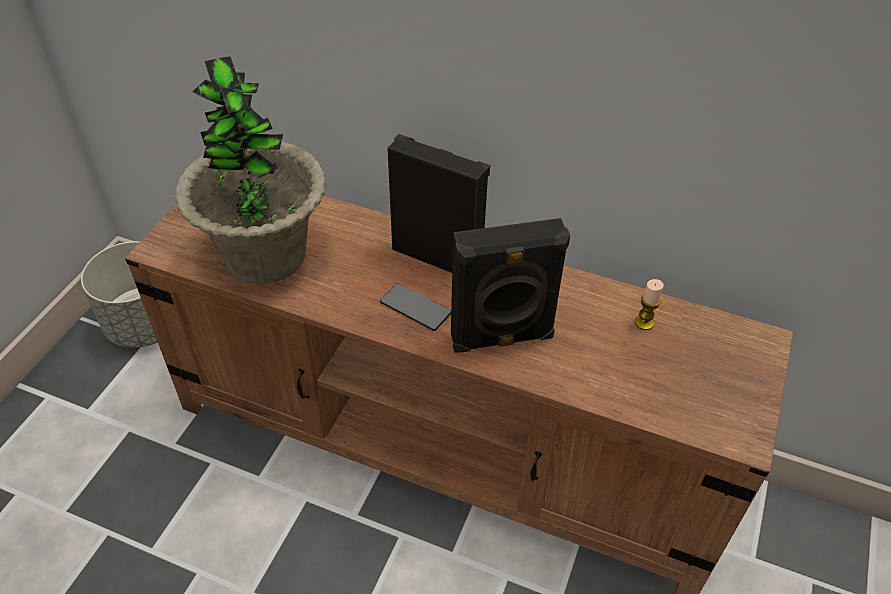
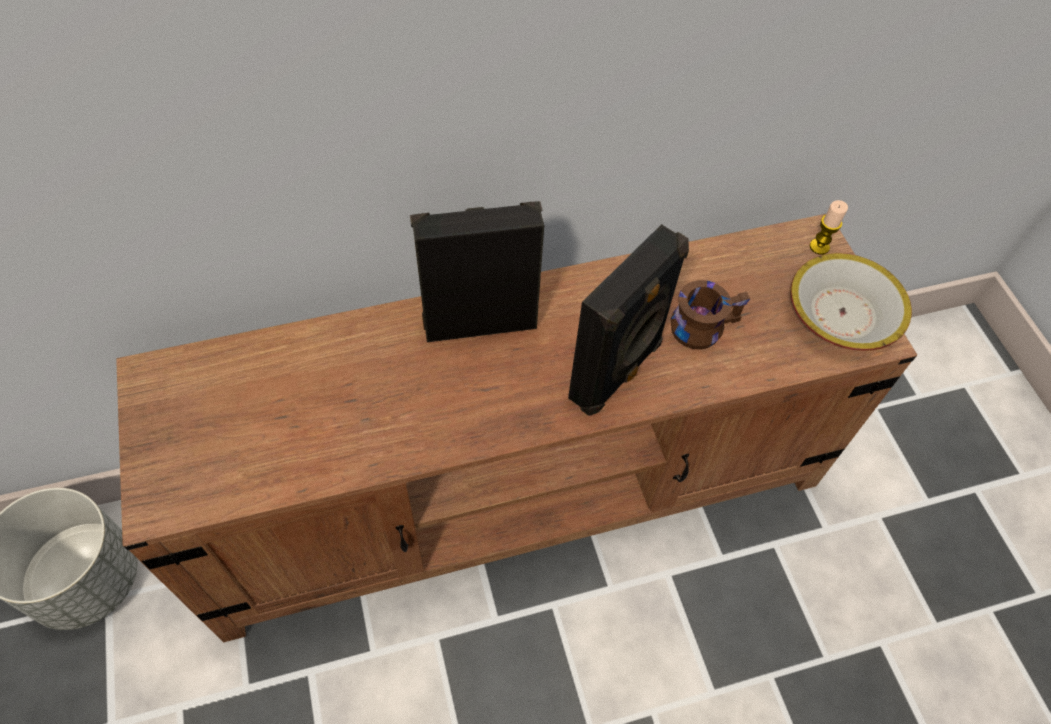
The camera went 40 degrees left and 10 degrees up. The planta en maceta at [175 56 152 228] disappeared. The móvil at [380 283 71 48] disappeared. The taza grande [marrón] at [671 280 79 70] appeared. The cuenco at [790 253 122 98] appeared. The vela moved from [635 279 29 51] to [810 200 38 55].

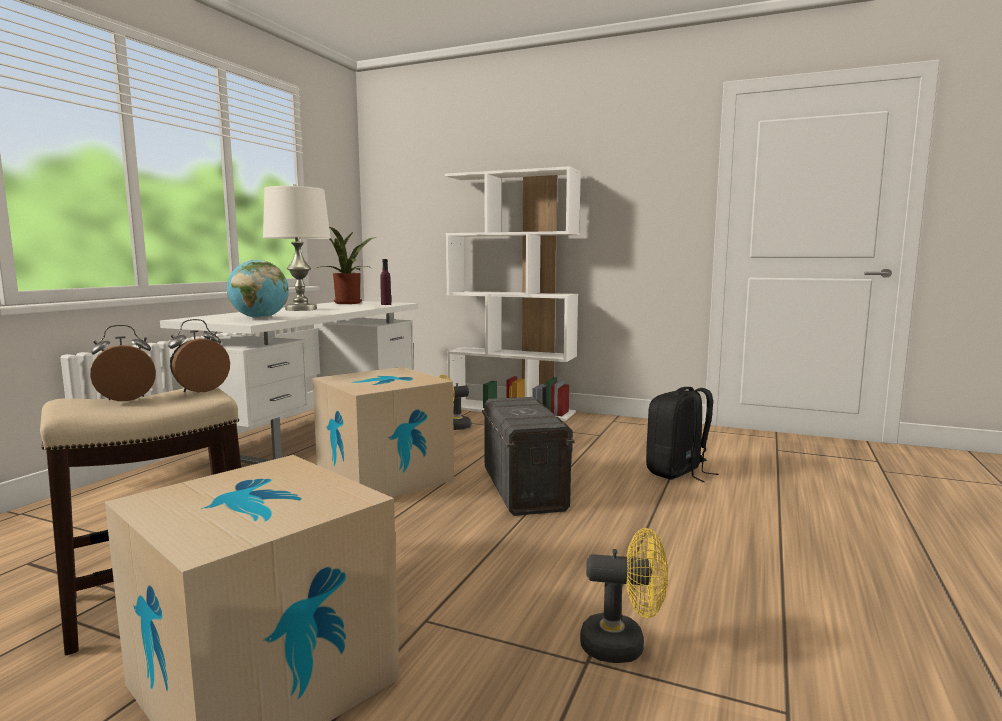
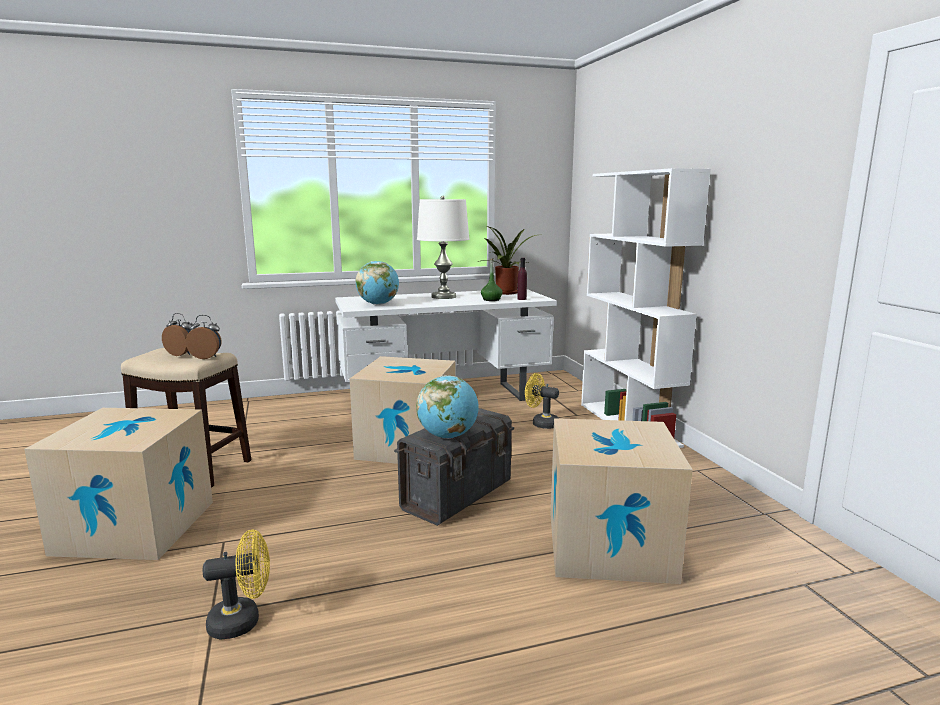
The camera went 50 degrees right and 5 degrees up. The globo terráqueo at [416 375 63 64] appeared. The botella [verde] at [481 259 21 42] appeared. The mochila [negro] at [646 387 72 95] was replaced by the caja de cartón at [550 418 143 166]. The ventilador [amarillo] at [580 528 88 135] turned 75 degrees counterclockwise.

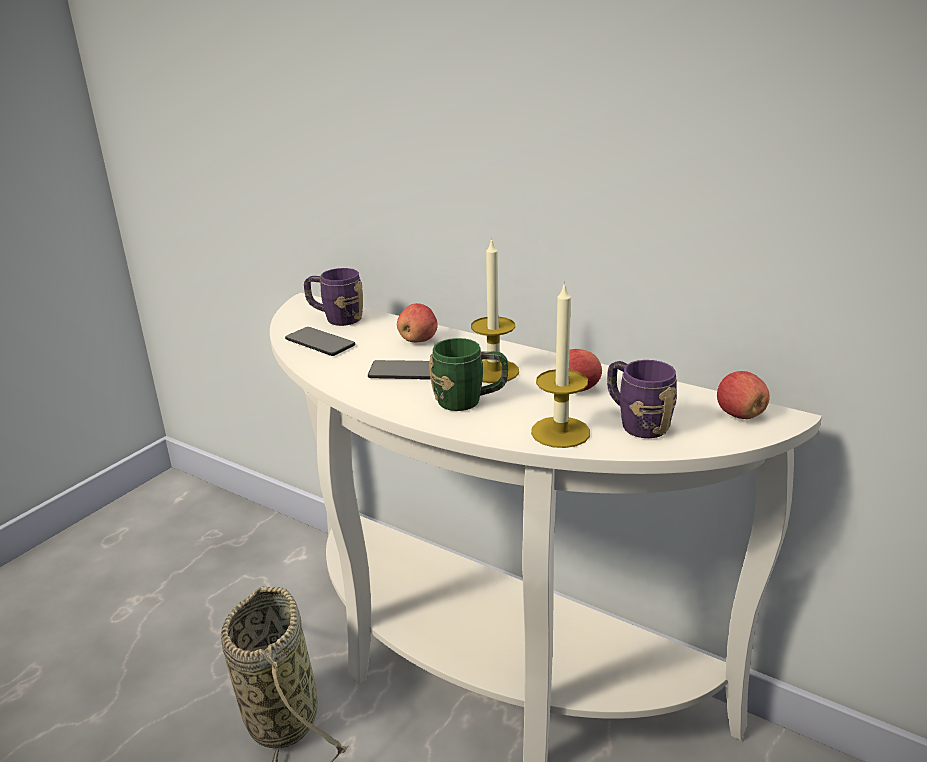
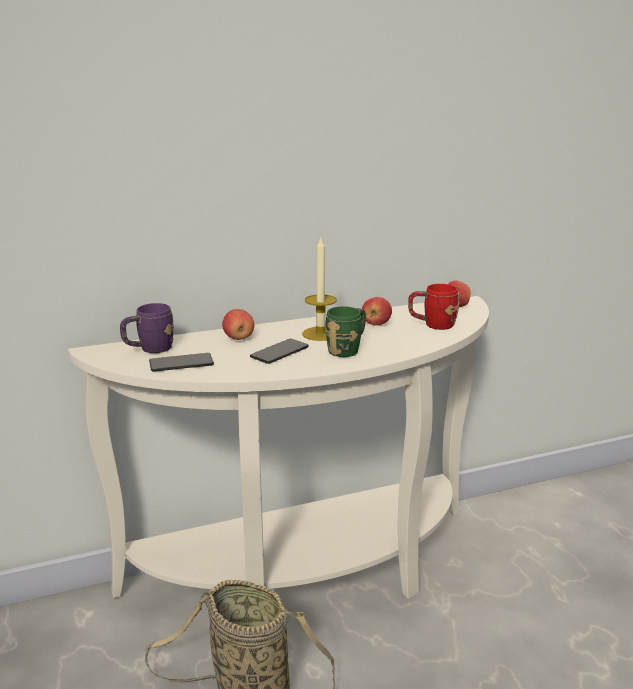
The camera went 55 degrees left and 5 degrees down. The vela at [531 281 59 167] disappeared. The taza grande [morado] at [607 360 70 78] became the taza grande [rojo] at [408 284 52 46].

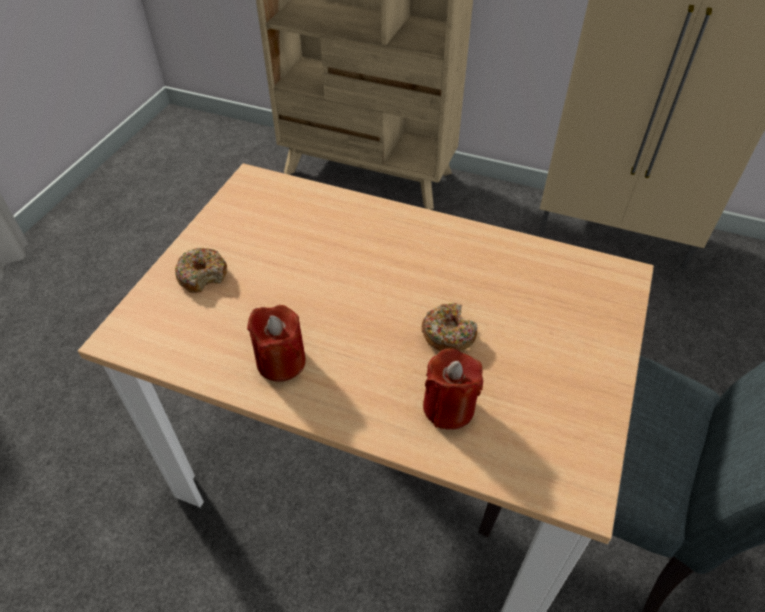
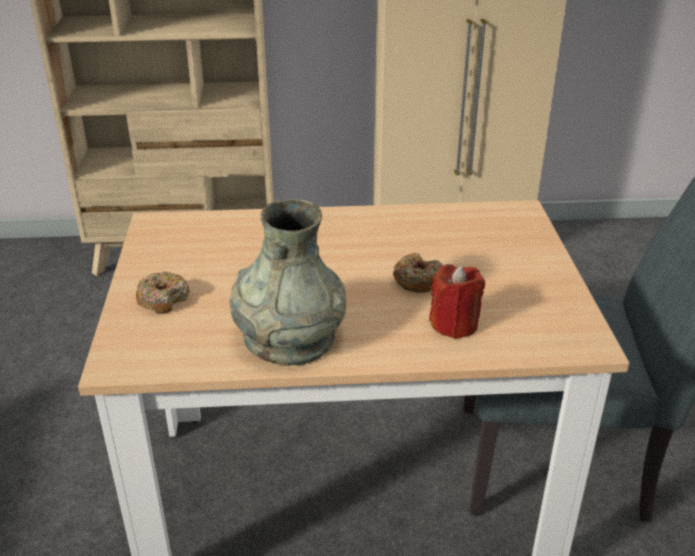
The camera went 25 degrees left and 15 degrees down. The vela [rojo] at [247 305 59 77] was replaced by the florero [gris] at [230 199 116 166].

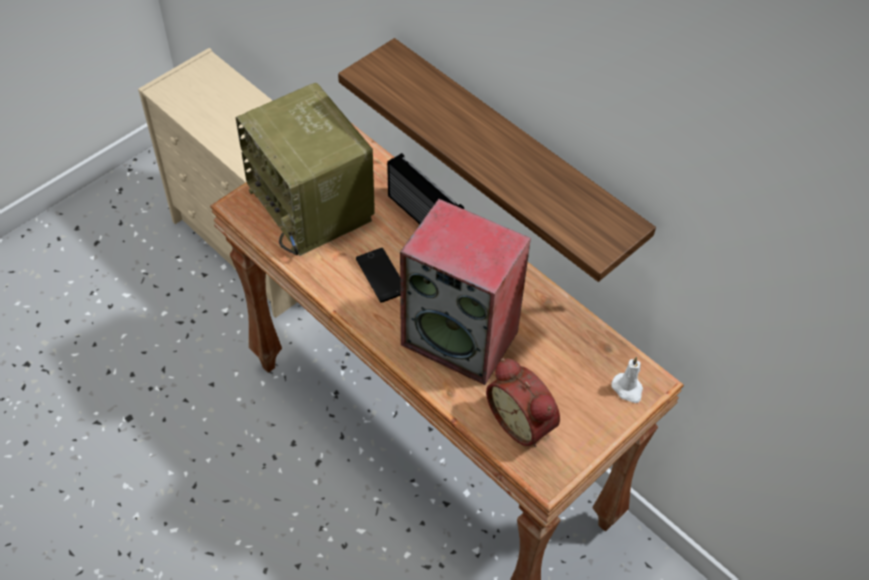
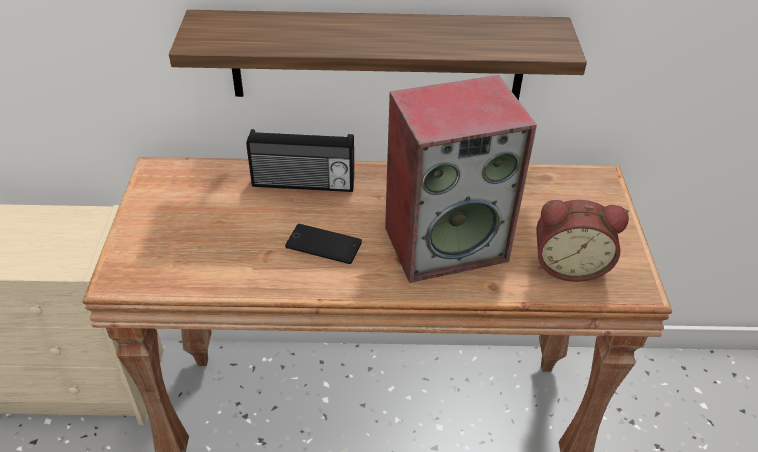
The camera went 45 degrees left and 10 degrees down. The radio at [235 83 140 173] disappeared. The vela [blanco] at [611 357 32 46] disappeared.

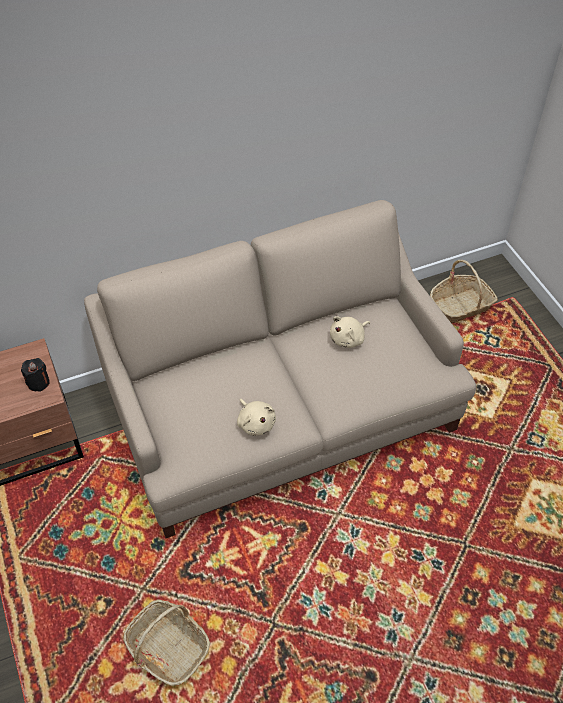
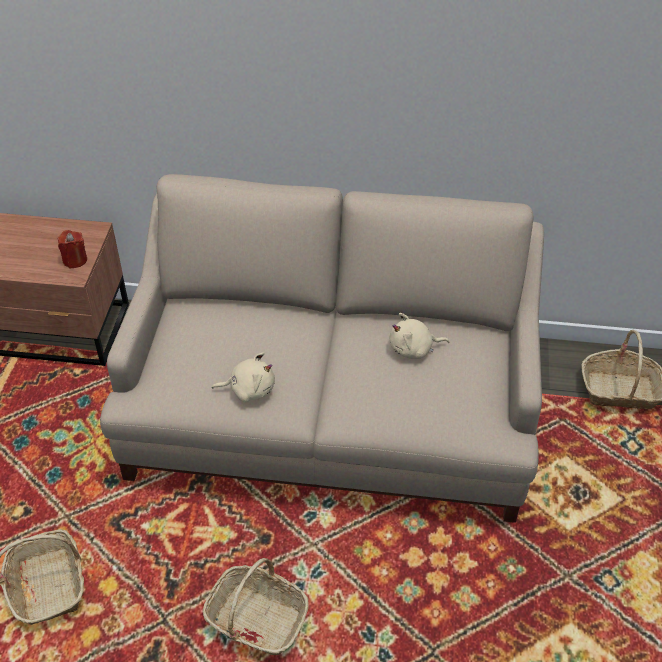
The camera went 30 degrees right and 5 degrees down. The cesta at [203 558 105 97] appeared. The vela [negro] at [21 358 29 34] became the vela [rojo] at [58 230 29 38]. The peluche [beis] at [237 399 39 37] turned 90 degrees counterclockwise.

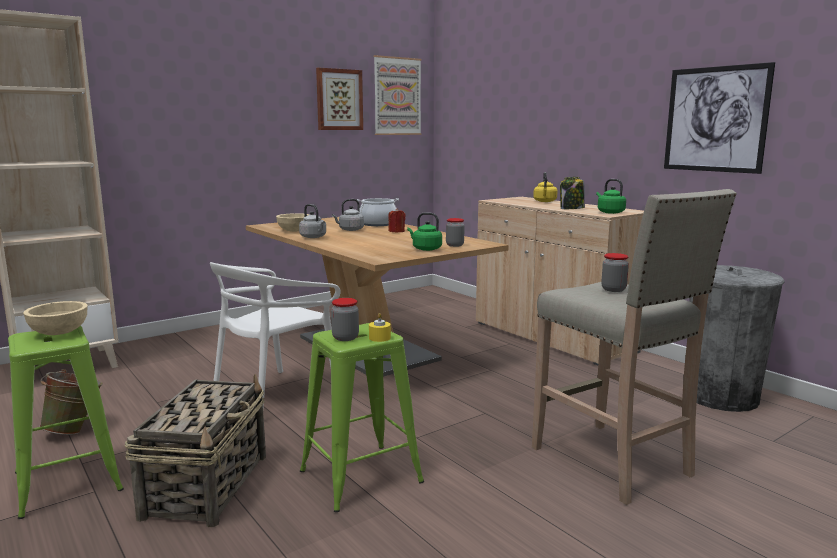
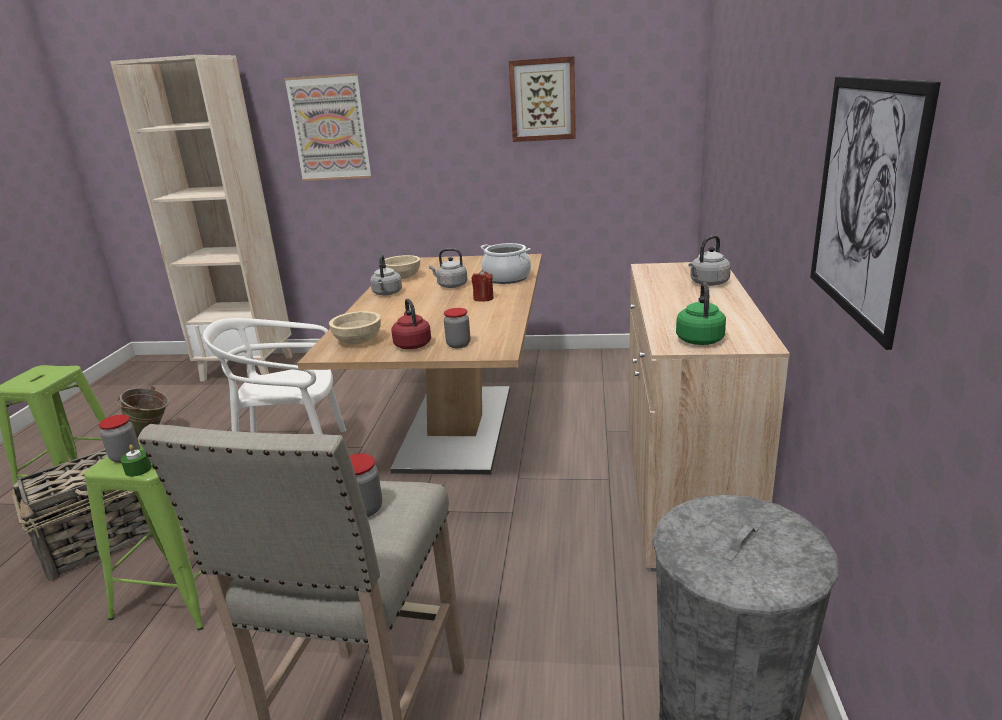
The camera went 45 degrees right and 10 degrees up. The tarro at [560 177 25 32] disappeared. The cuenco [beis] moved from [23 301 64 34] to [329 311 52 33]. The cuadro moved from [374 55 48 80] to [284 73 88 108]. The vela [amarillo] at [369 313 22 29] became the vela [verde] at [121 445 31 32]. The hervidor [verde] at [407 212 35 39] became the hervidor [rojo] at [391 298 40 51]. The hervidor [amarillo] at [533 172 25 30] became the hervidor [gris] at [689 235 42 51].

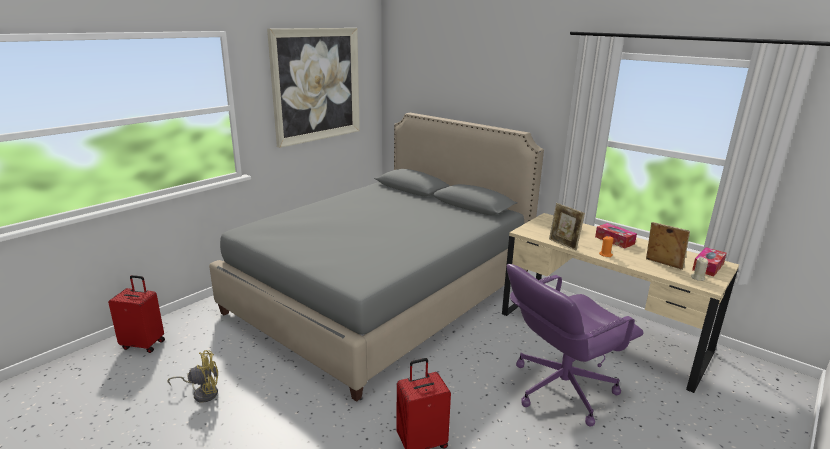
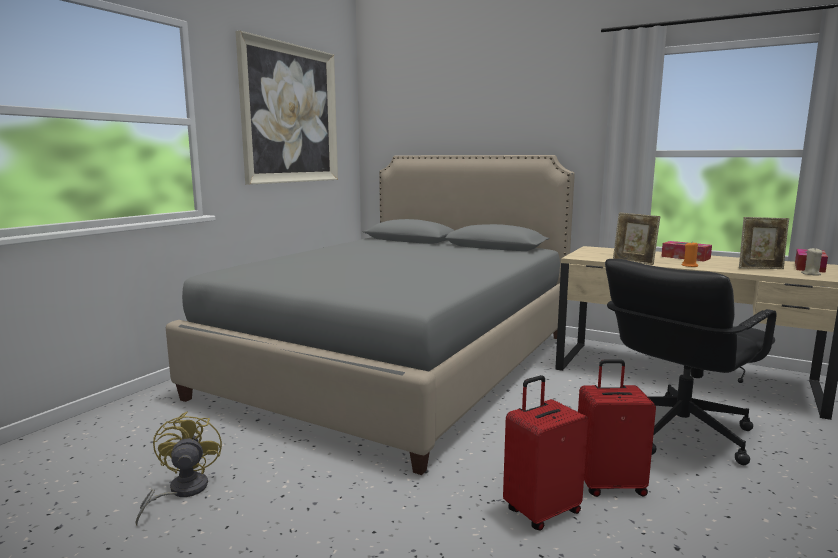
The camera went 10 degrees left and 10 degrees down. The maleta [rojo] moved from [108 275 57 78] to [578 359 78 138]. The silla de oficina [morado] at [507 264 137 163] became the silla de oficina [negro] at [605 259 172 206]. The ventilador [amarillo] at [167 350 51 53] turned 75 degrees counterclockwise. The portarretratos at [646 222 44 48] turned 150 degrees clockwise.

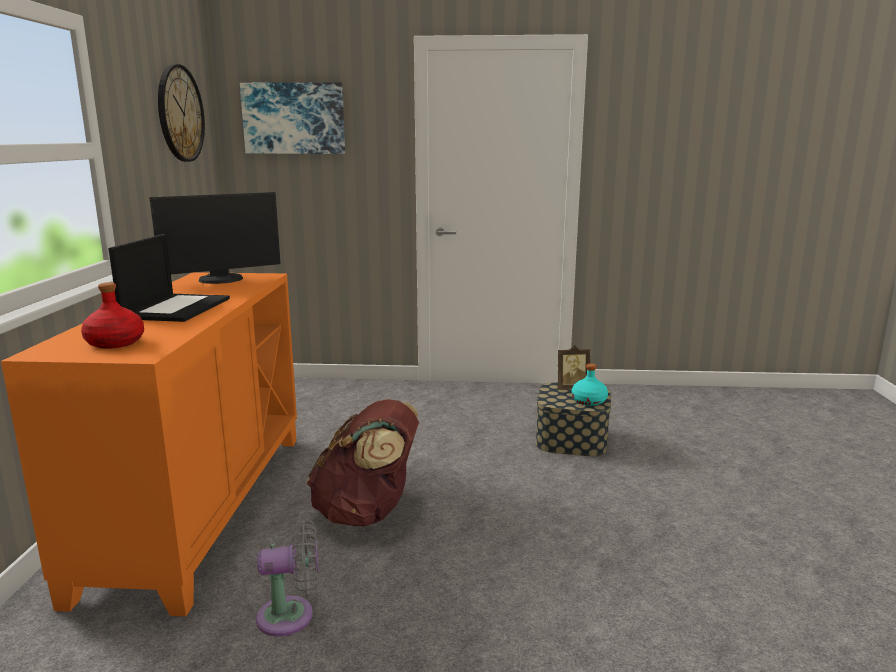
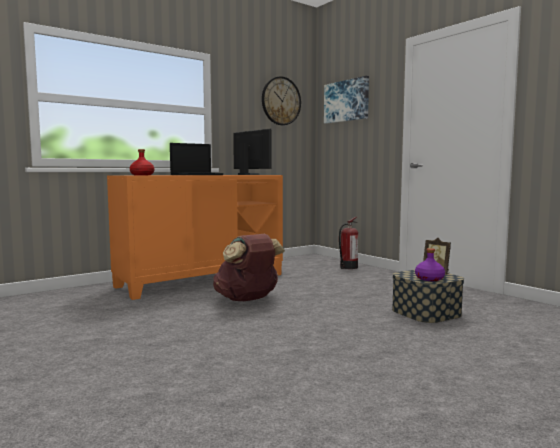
The camera went 50 degrees right and 10 degrees down. The ventilador [gris] at [256 519 62 118] disappeared. The extintor at [339 217 19 52] appeared. The botella [turquesa] at [572 363 36 43] became the botella [morado] at [415 248 30 33]. The monitor at [149 192 132 92] turned 150 degrees counterclockwise.

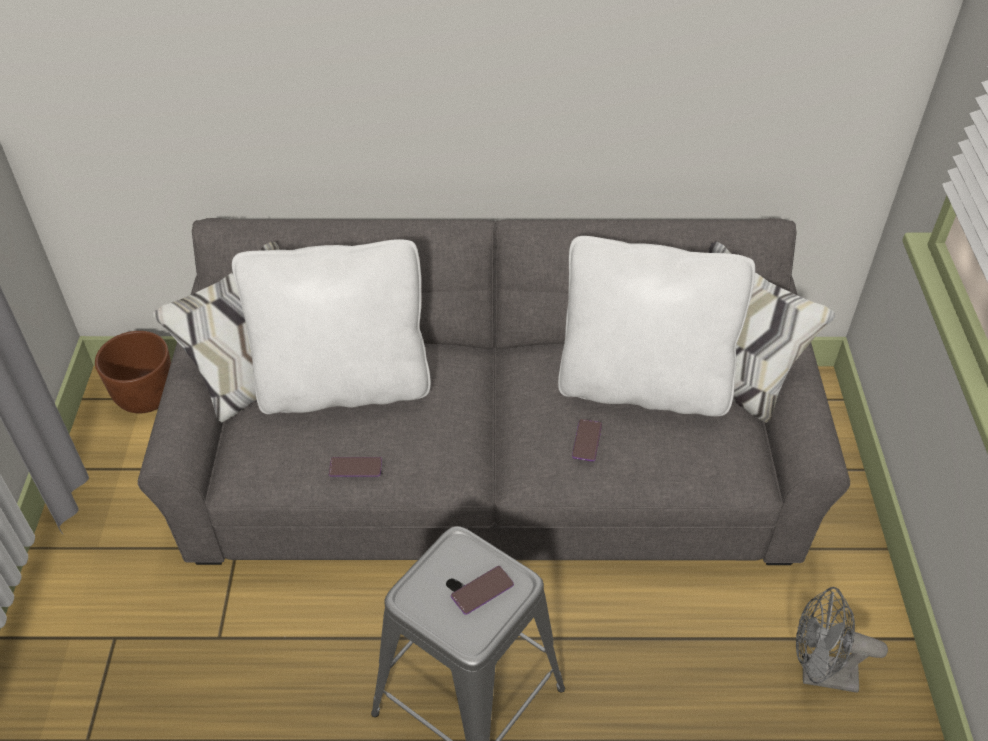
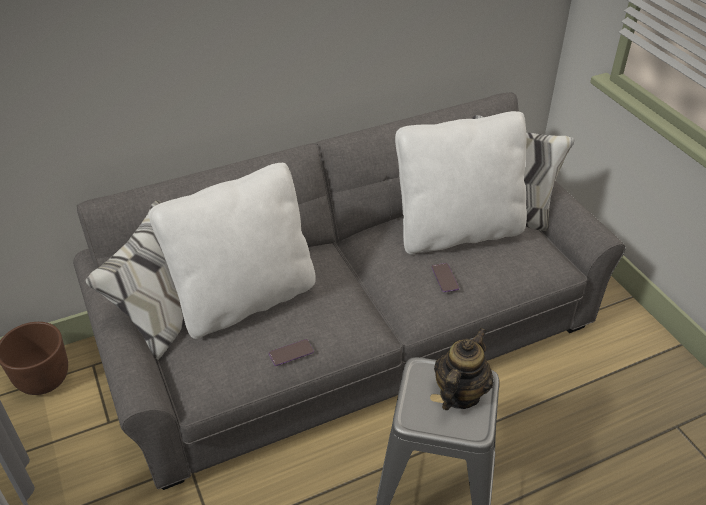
The camera went 25 degrees left and 5 degrees down. The ventilador [gris] at [796 587 92 106] disappeared. The móvil at [451 566 63 49] was replaced by the tetera at [434 328 59 82].

